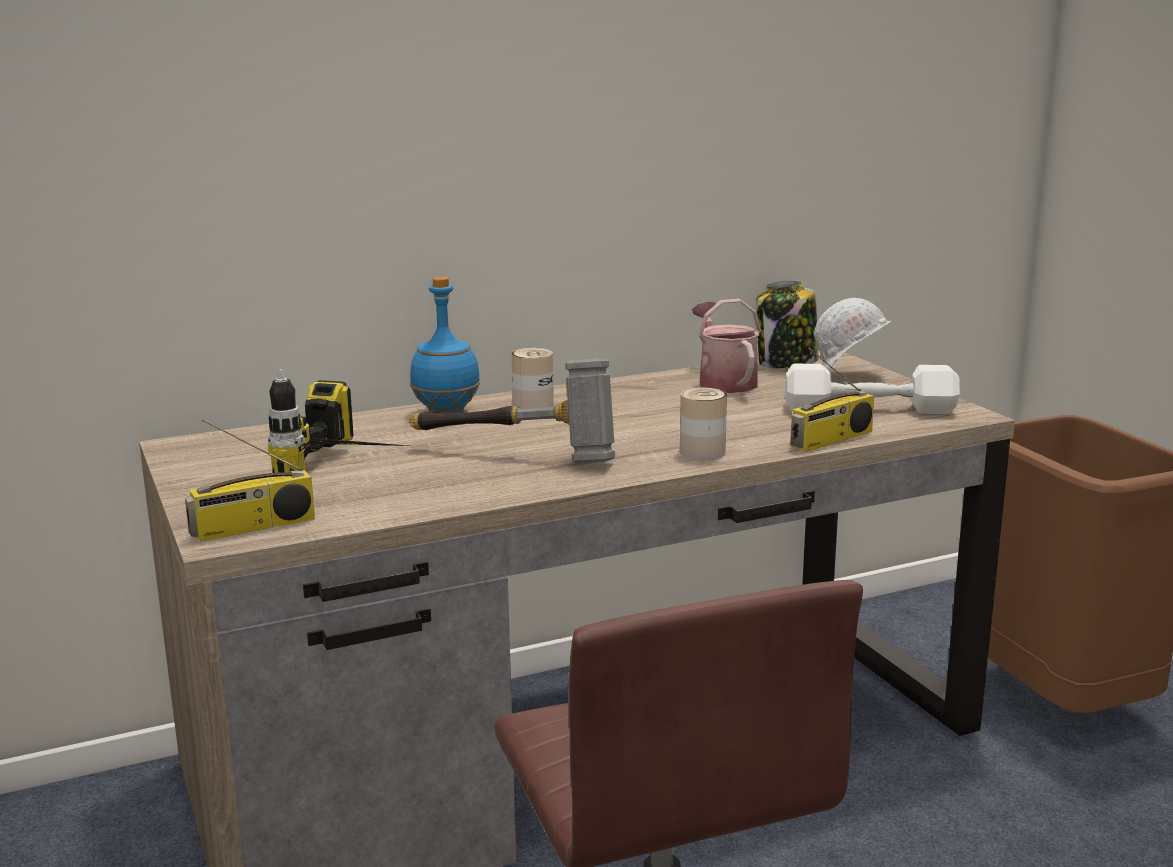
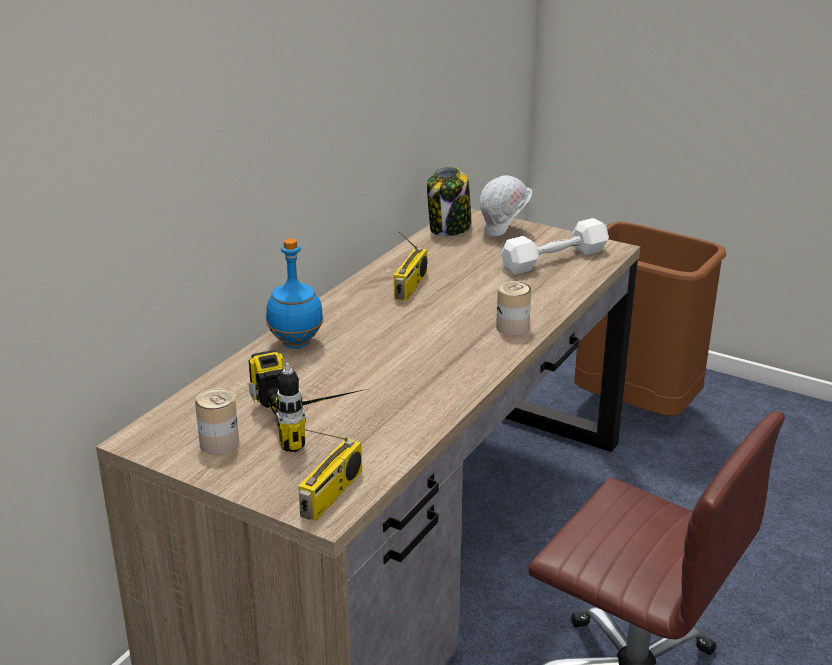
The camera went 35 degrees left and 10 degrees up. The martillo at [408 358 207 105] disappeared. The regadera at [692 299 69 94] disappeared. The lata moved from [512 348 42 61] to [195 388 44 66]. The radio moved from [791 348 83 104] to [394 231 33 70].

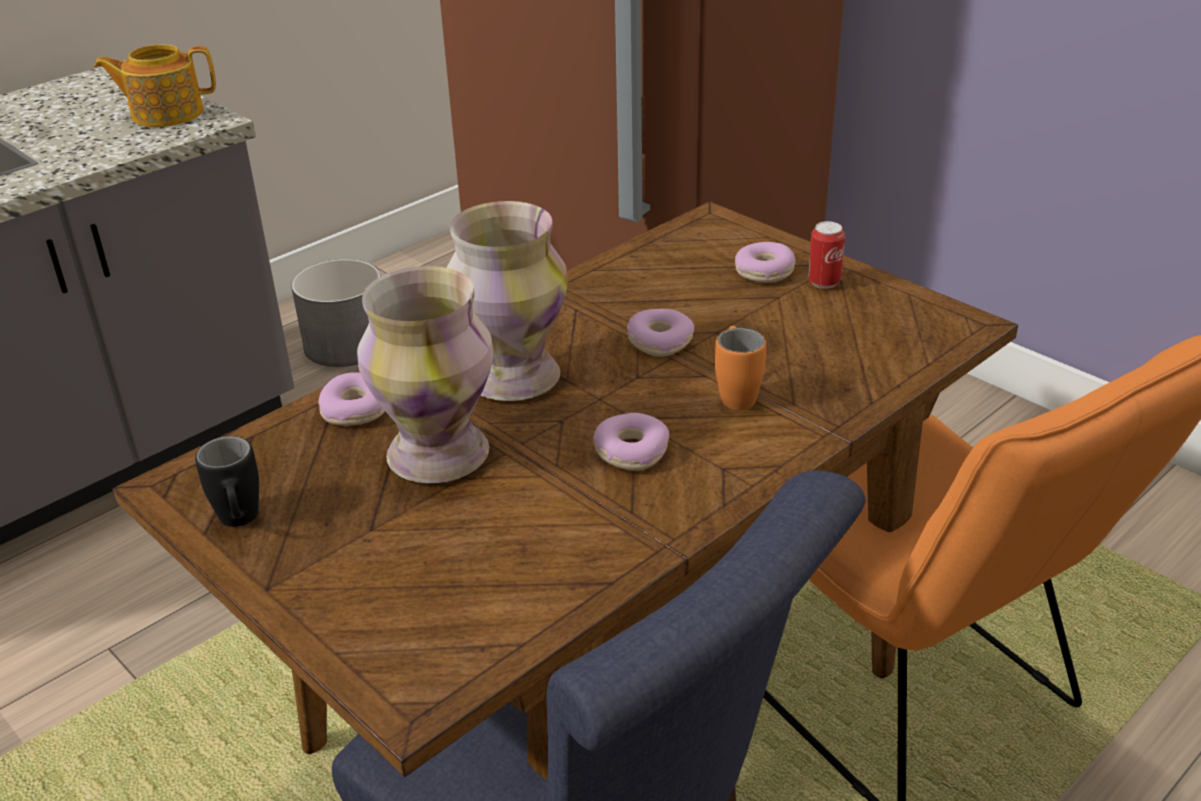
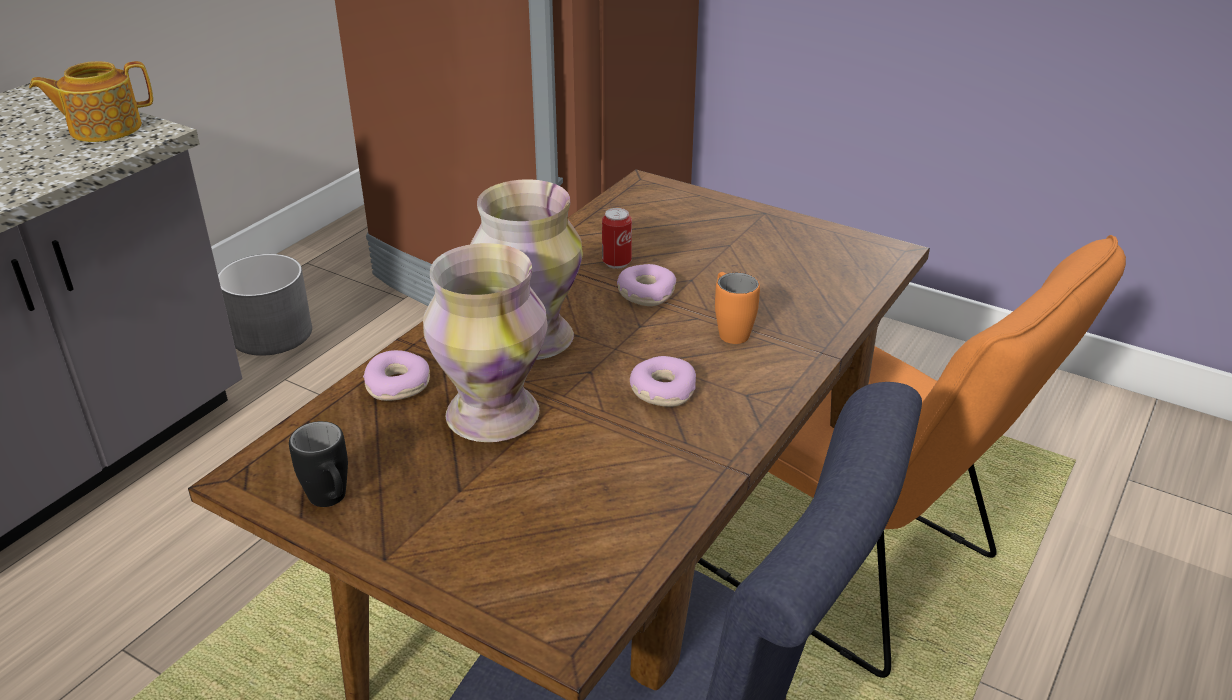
The camera went 15 degrees left and 0 degrees up. The rosquilla at [735 242 61 41] disappeared. The lata moved from [808 221 37 68] to [602 208 30 61].

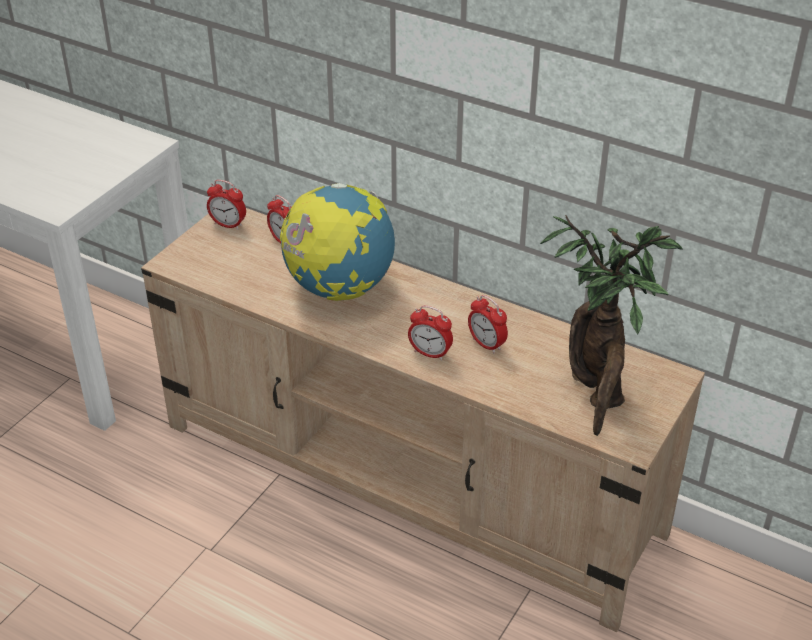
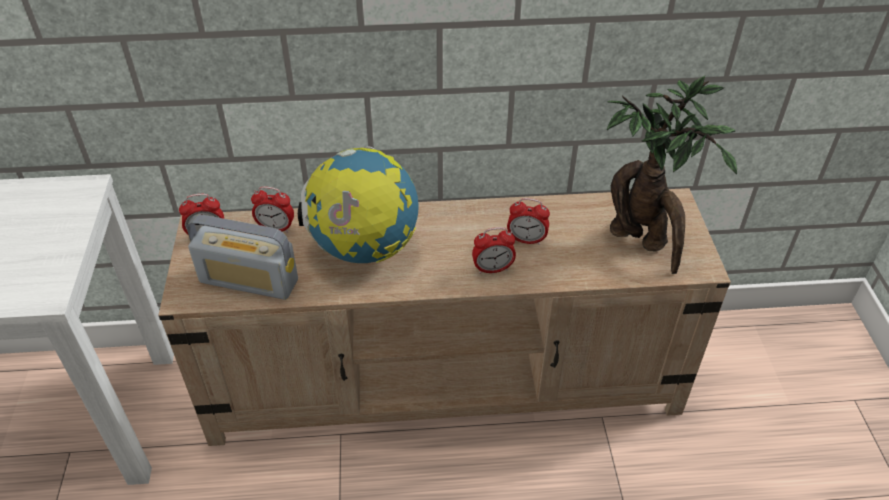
The camera went 35 degrees left and 5 degrees up. The radio at [187 214 111 86] appeared.

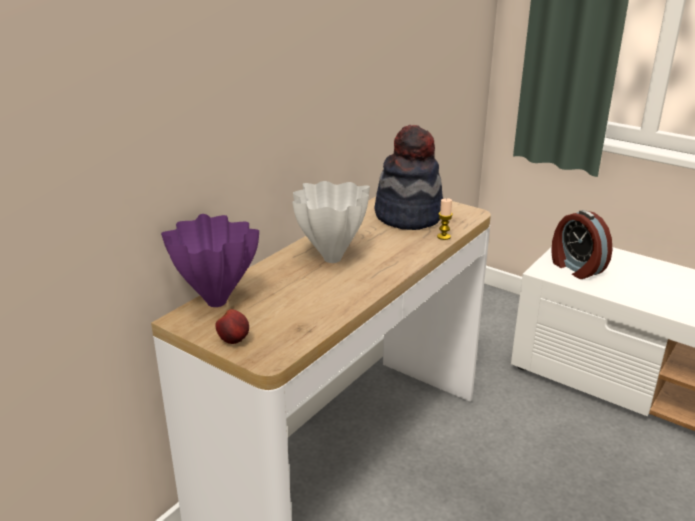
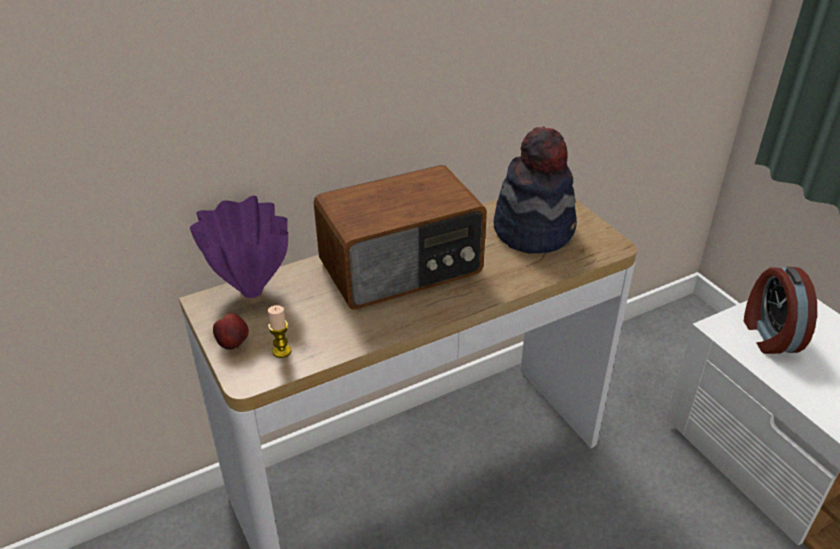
The camera went 25 degrees right and 10 degrees up. The vela moved from [437 198 16 42] to [268 305 23 53]. The florero [blanco] at [292 181 78 82] was replaced by the radio at [314 165 173 145].

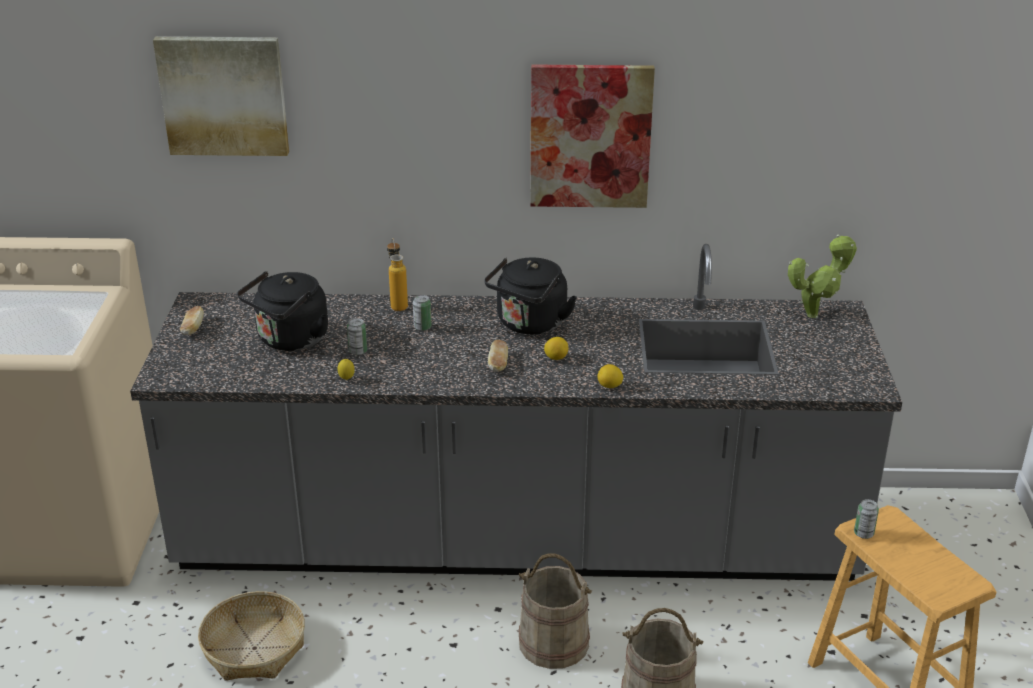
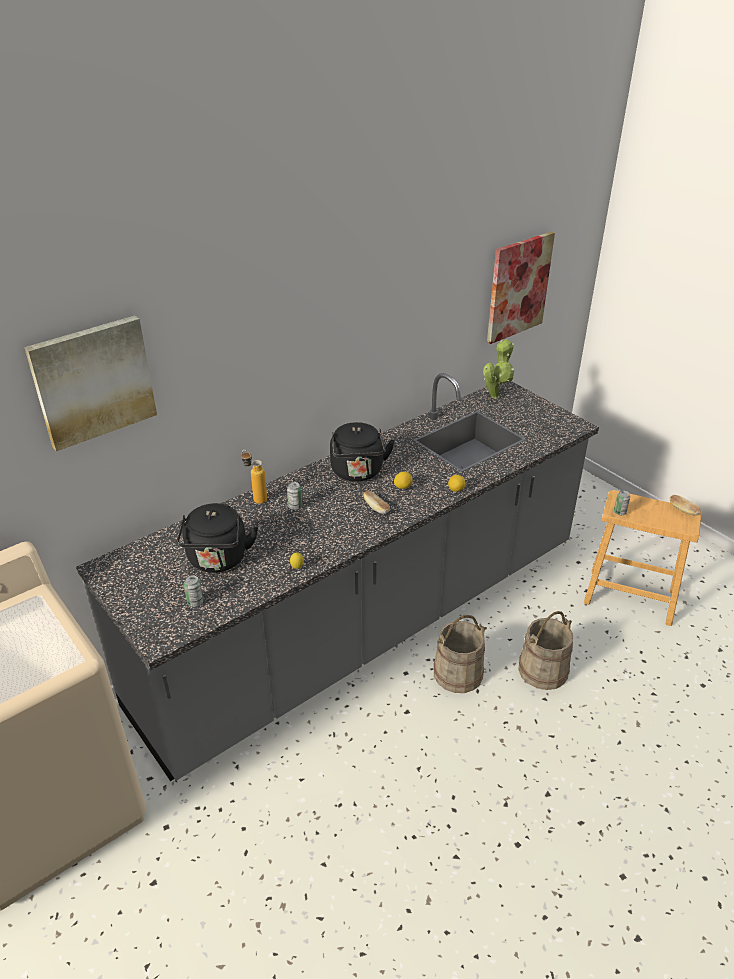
The camera went 40 degrees left and 5 degrees up. The cesta at [198 591 107 90] disappeared. The pan moved from [180 306 24 29] to [669 495 31 20]. The lata moved from [347 318 20 37] to [184 575 19 32]. The cuadro moved from [530 64 125 144] to [487 232 68 112].

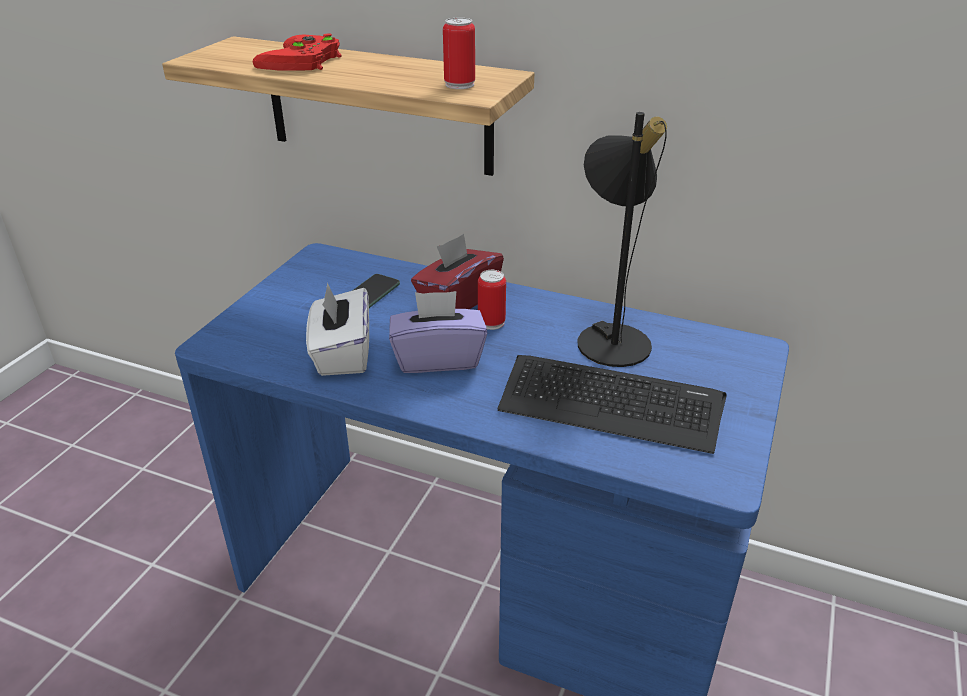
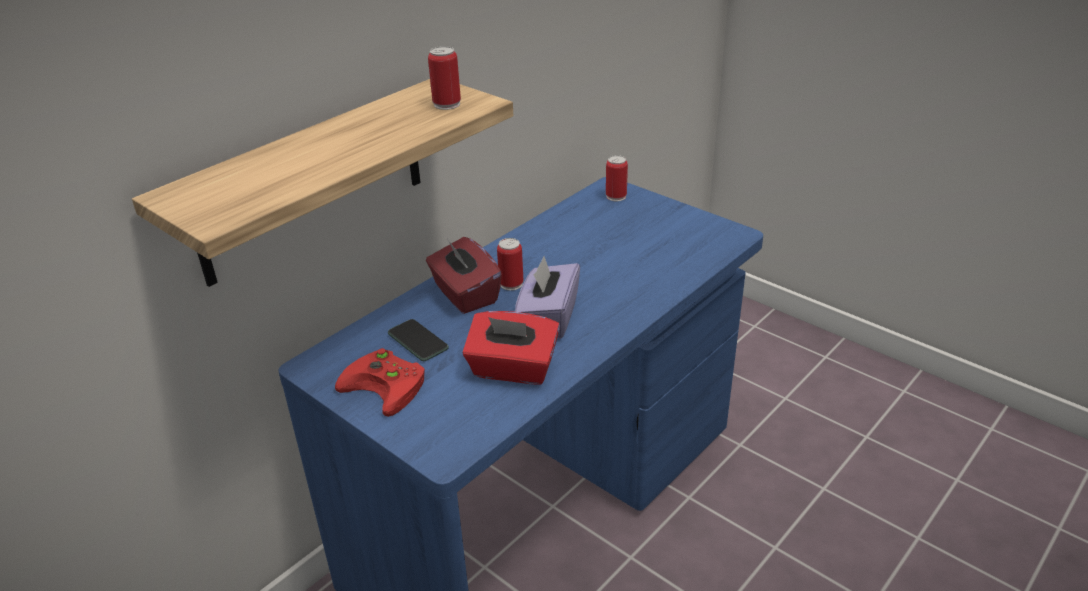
The camera went 70 degrees left and 0 degrees up. The teclado at [498 355 228 99] disappeared. The lámpara de mesa [negro] at [578 112 89 255] disappeared. The lata at [606 155 22 46] appeared. The mando de consola [rojo] moved from [253 33 89 37] to [335 348 90 69]. The caja de pañuelos [blanco] at [306 283 63 93] became the caja de pañuelos [rojo] at [463 311 97 74].

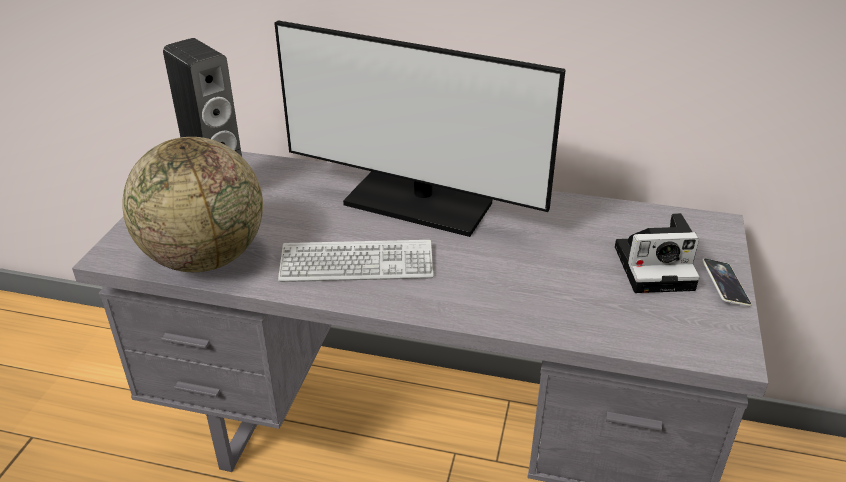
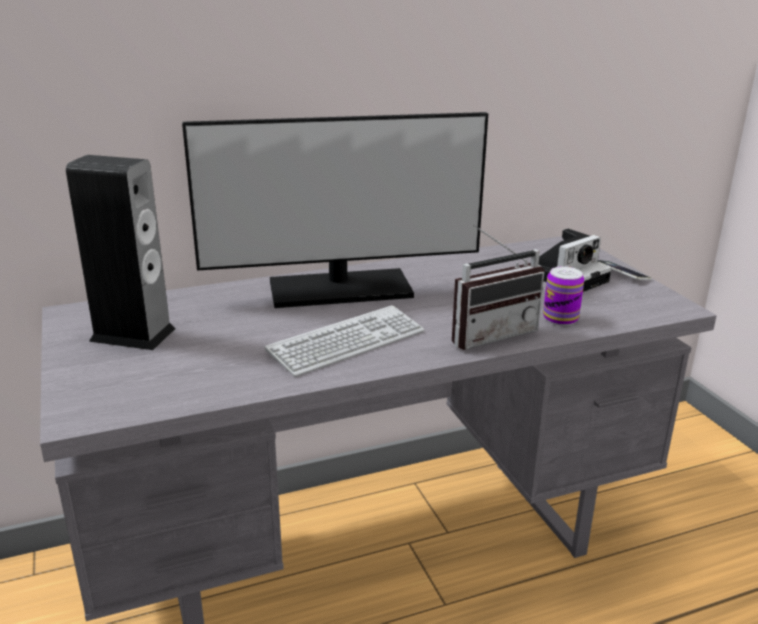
The camera went 35 degrees left and 10 degrees down. The globo terráqueo at [122 137 141 135] disappeared. The radio at [452 224 93 126] appeared. The lata at [543 266 41 60] appeared.

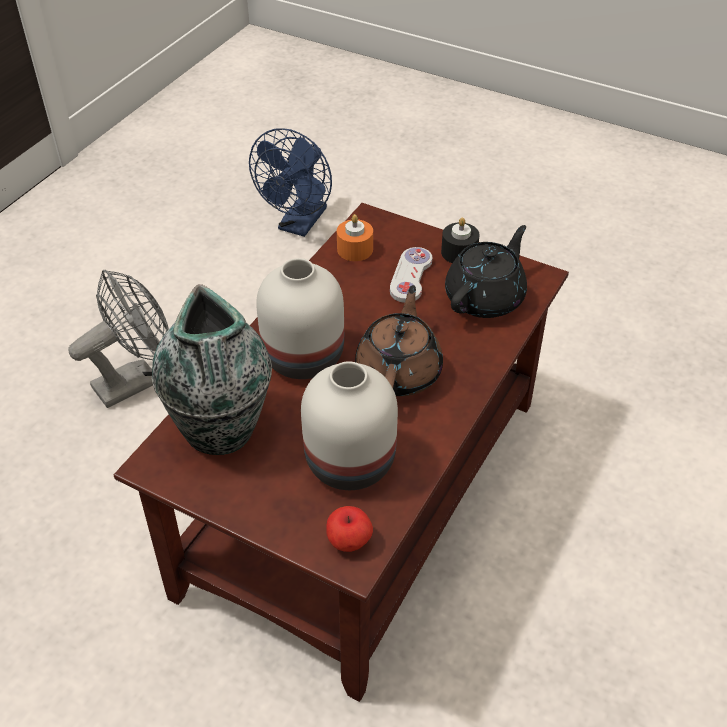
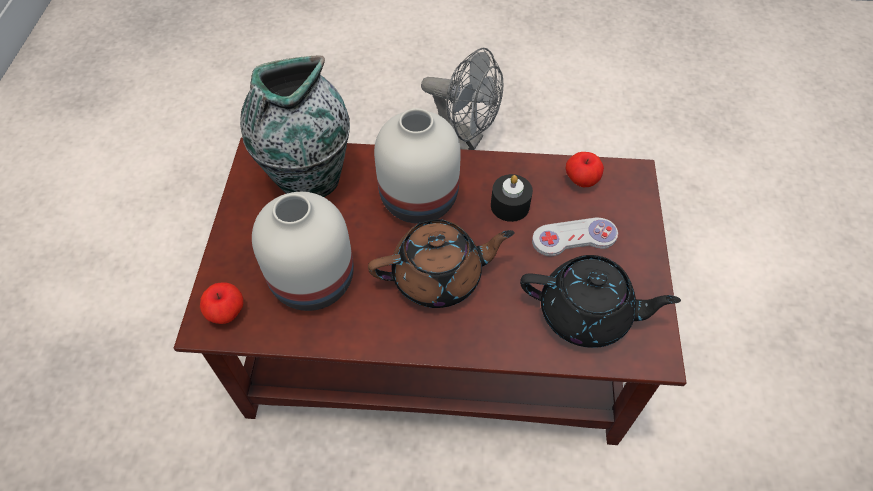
The camera went 65 degrees right and 10 degrees up. The ventilador [azul] at [249 128 83 109] disappeared. The vela [negro] moved from [441 218 38 45] to [491 174 42 48]. The vela [naranja] at [337 214 36 47] was replaced by the manzana at [565 152 39 35].

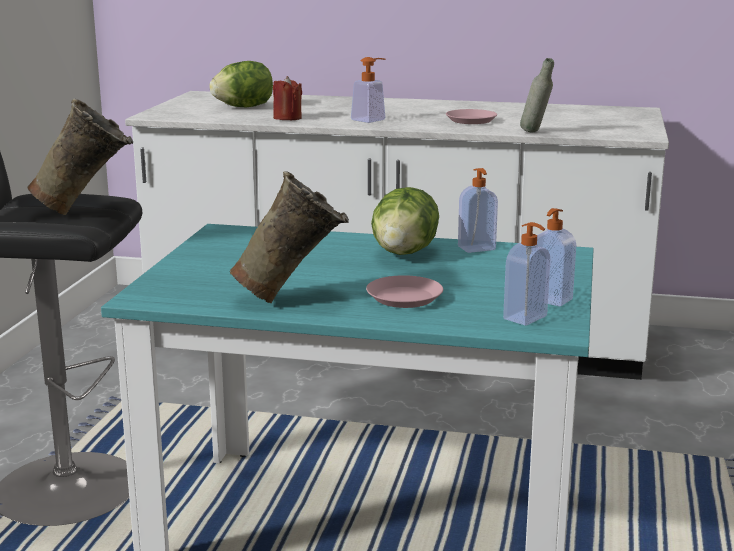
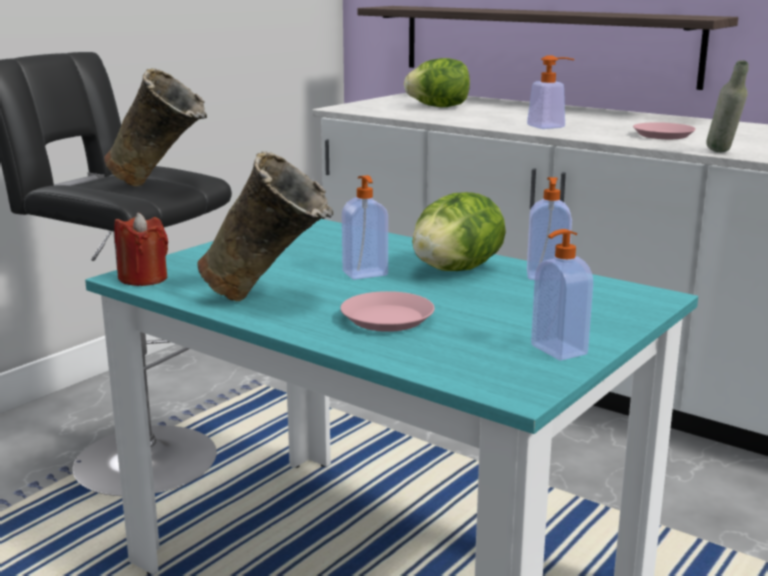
The camera went 25 degrees right and 0 degrees up. The estante at [357 6 381 84] appeared. The vela [rojo] moved from [273 76 29 44] to [114 213 54 73]. The dispensador de jabón moved from [503 222 47 104] to [342 175 46 105].

